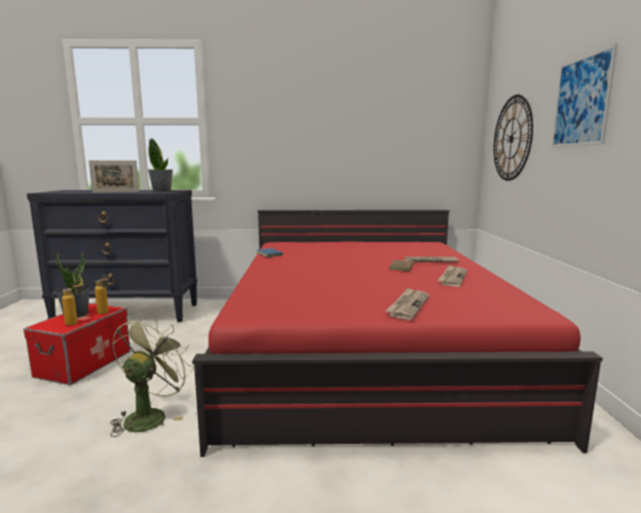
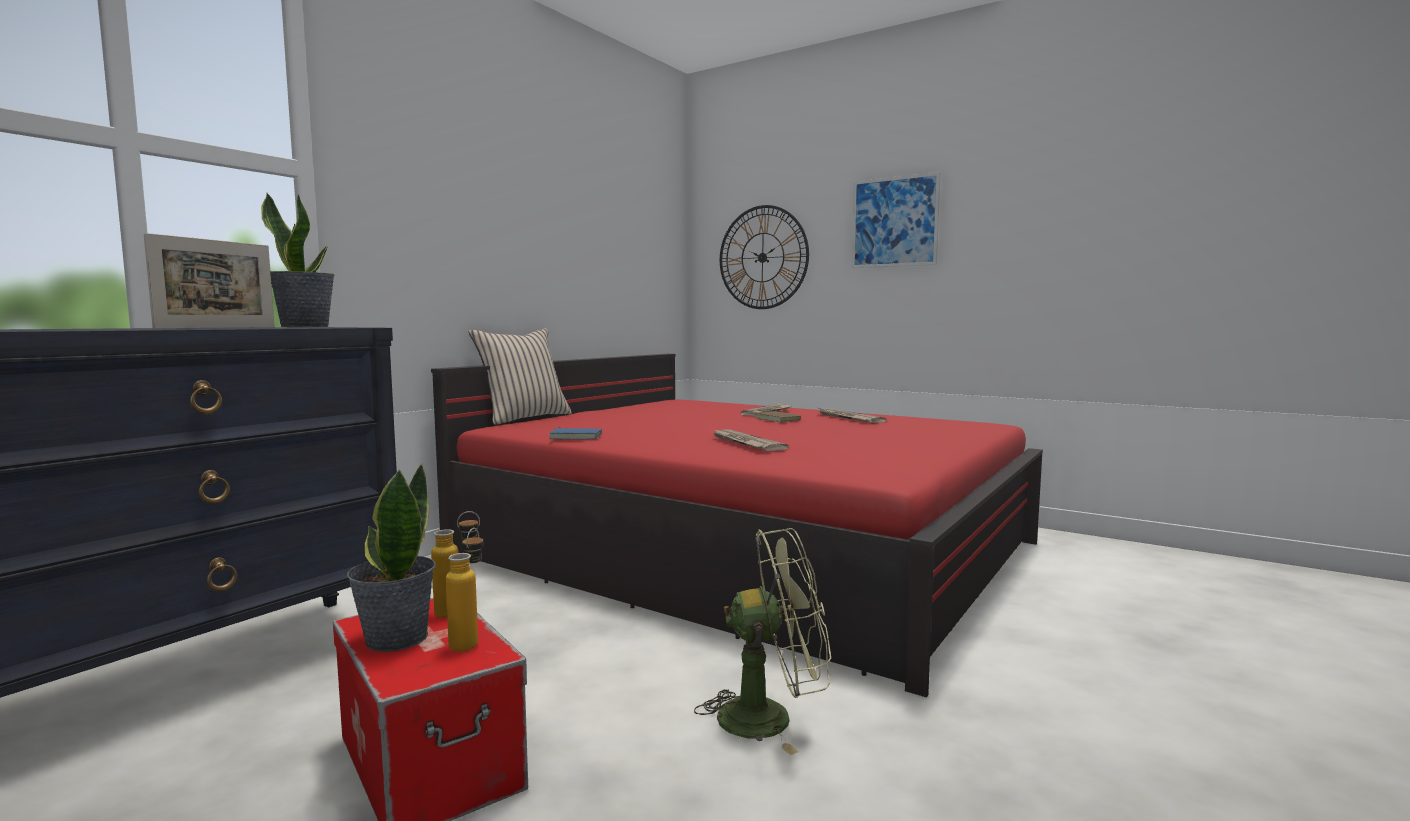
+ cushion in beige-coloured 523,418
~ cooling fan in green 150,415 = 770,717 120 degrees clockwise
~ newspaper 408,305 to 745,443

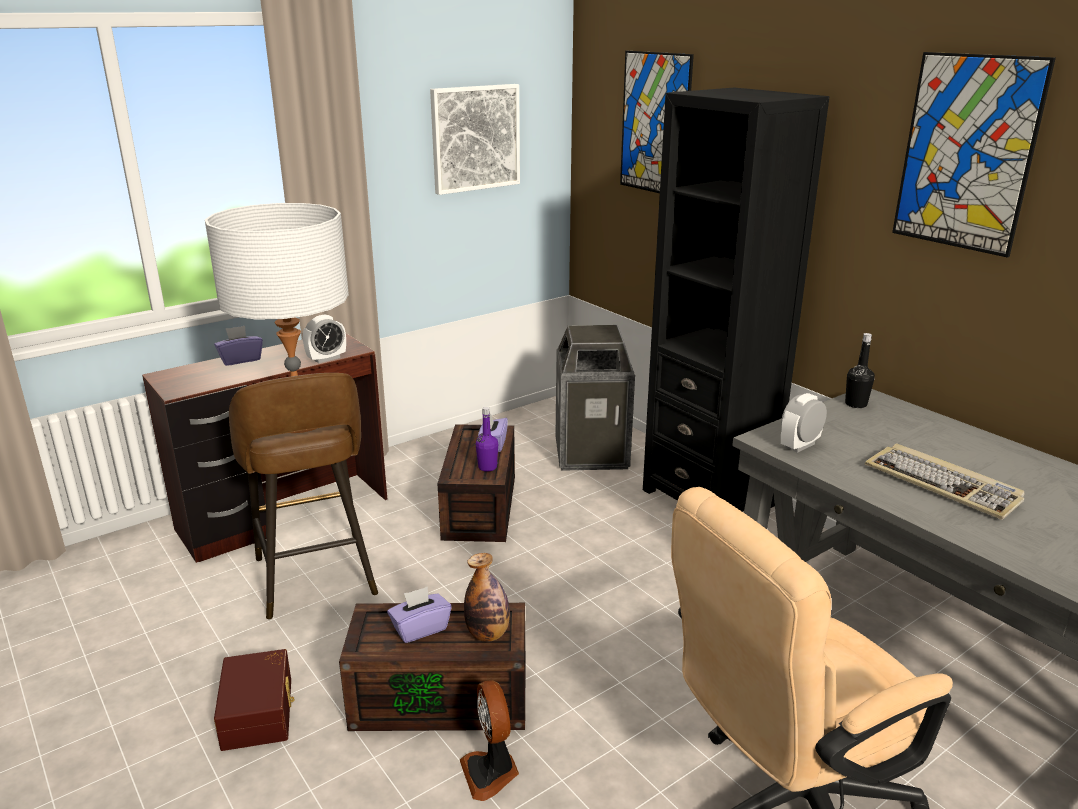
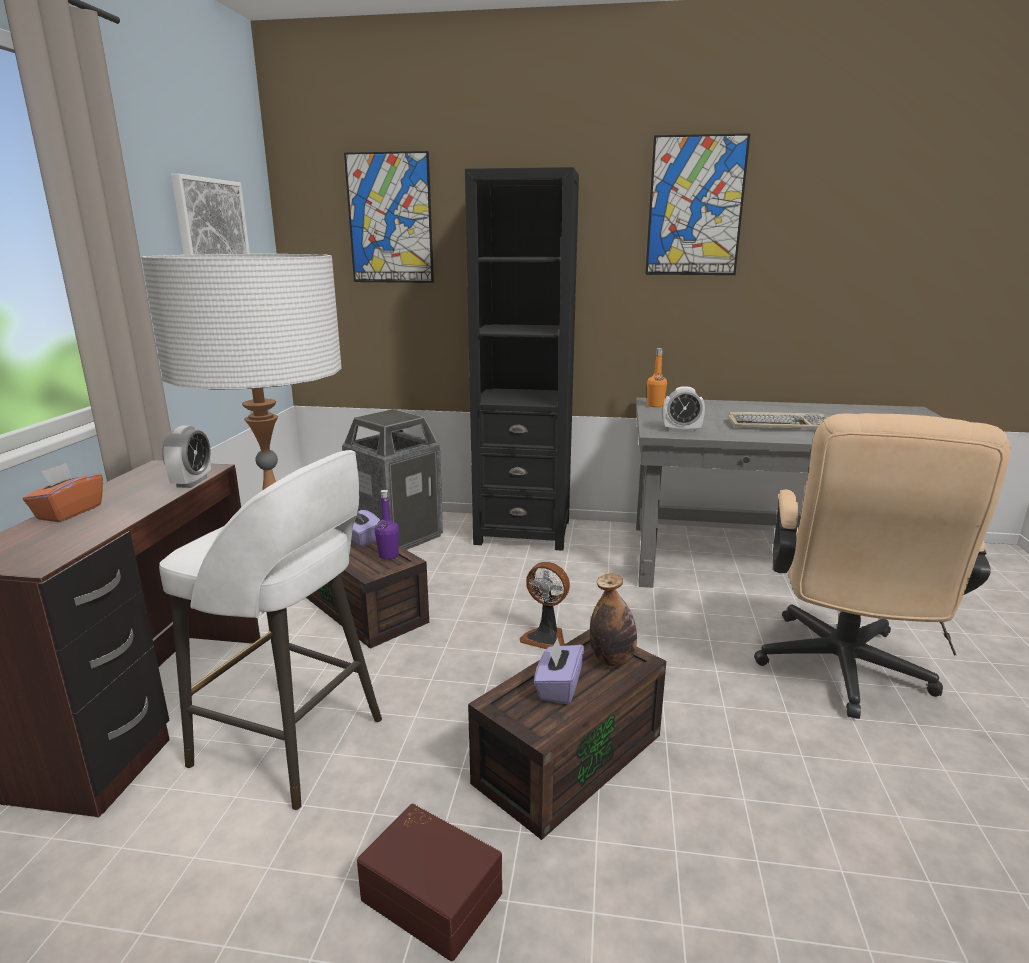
~ box of tissues in purplish 240,359 to box of tissues in orange 69,512
~ stool seat in brown-coloured 315,579 to stool seat in white-coloured 293,744
~ cooling fan 491,772 to 546,637
~ drink bottle in black 856,404 to drink bottle in orange 655,405
~ bedside clock 800,446 = 681,430 90 degrees counterclockwise

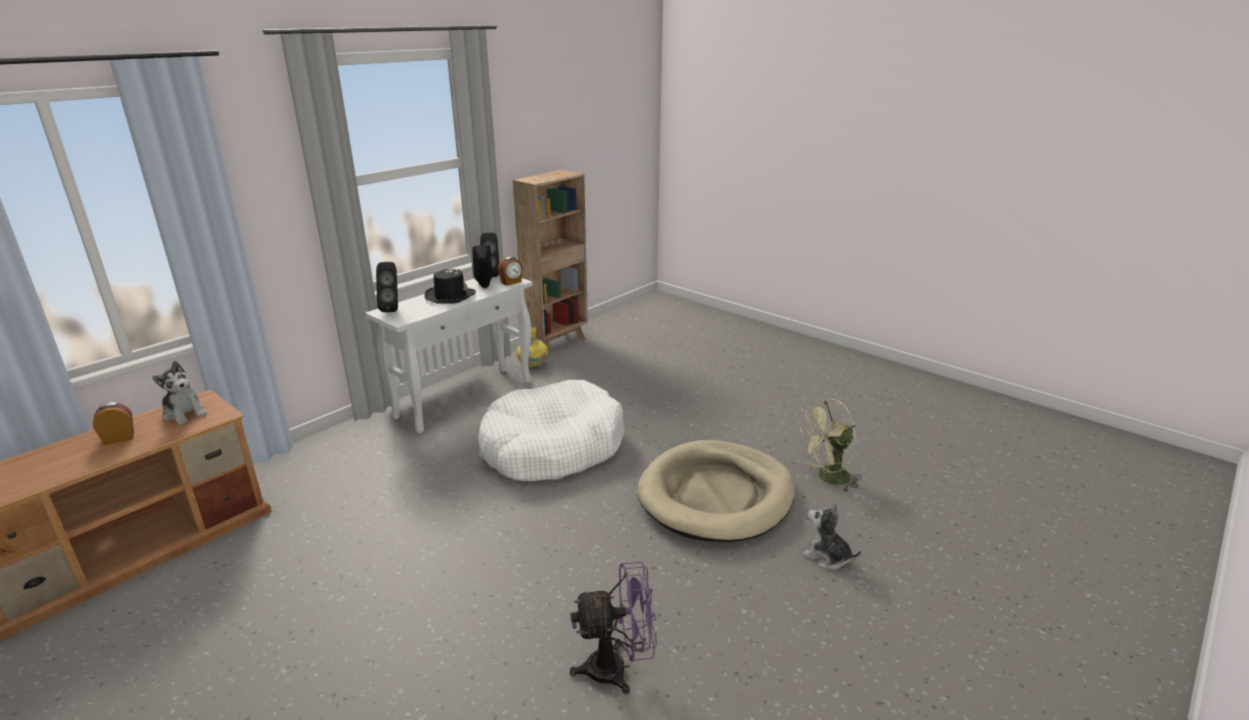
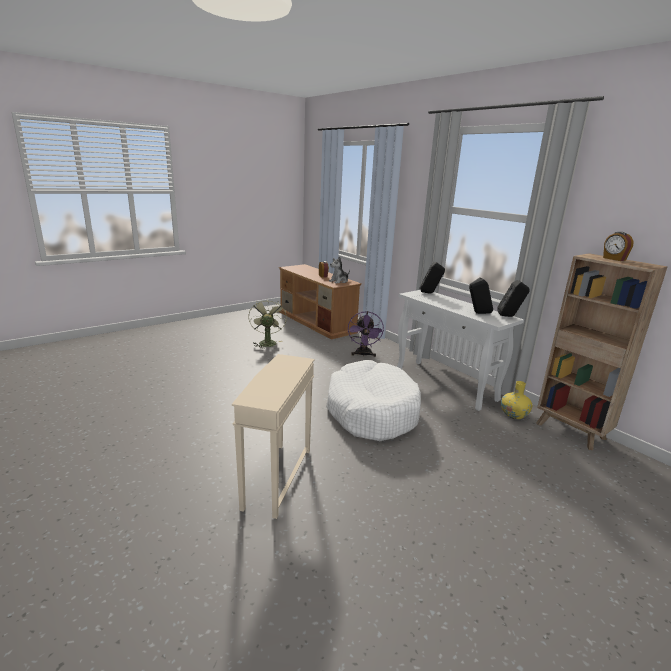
~ dog cushion in beige-coloured 716,495 to end table in beige-coloured 277,478
~ cooling fan in green 827,478 to 267,342
~ cooling fan in purplish 617,668 to 363,355
~ bedside clock 511,282 to 614,259
- clothing hat in black 450,296
- soft toy 827,557

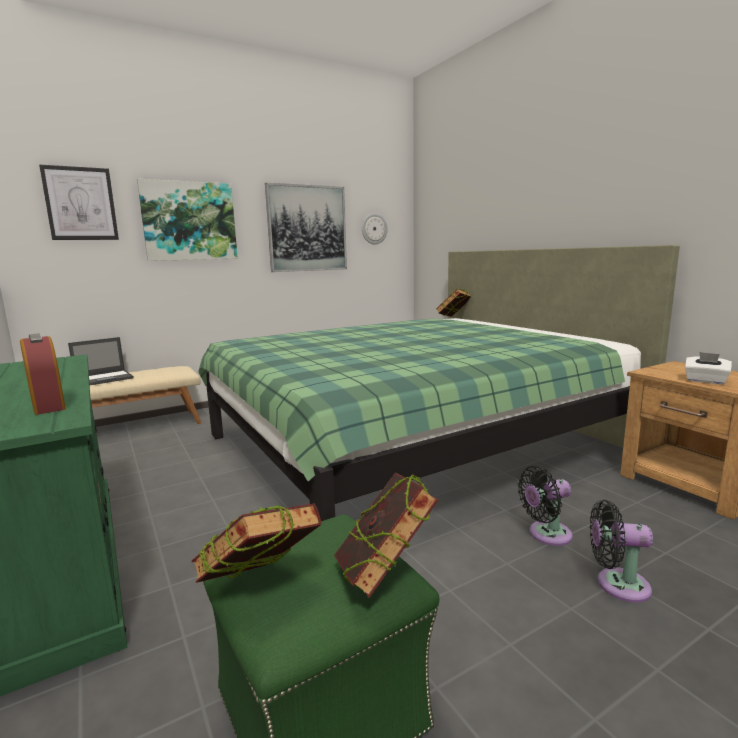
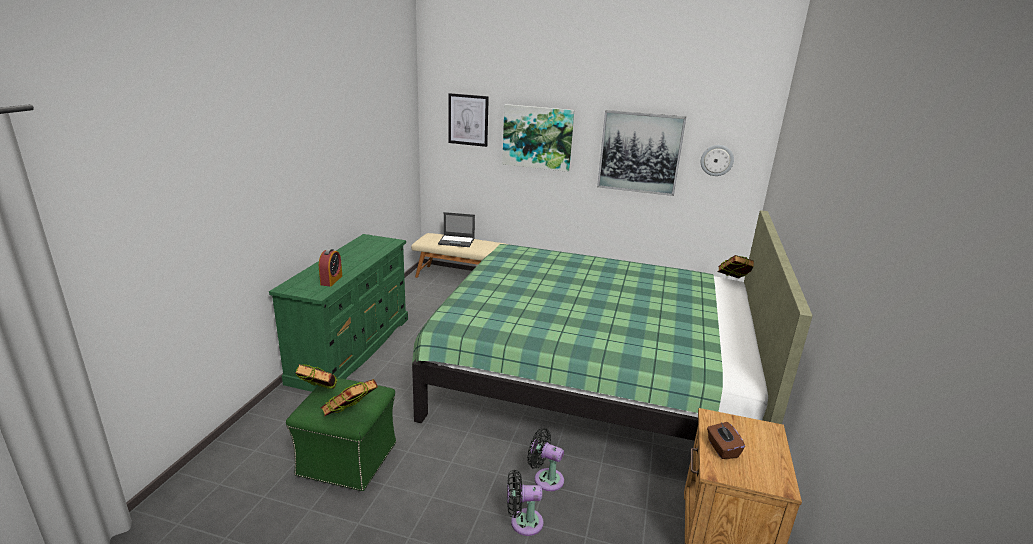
~ cooling fan in black 617,584 = 523,522 60 degrees counterclockwise
~ box of tissues in white-coloured 705,381 to box of tissues in brown-coloured 722,449

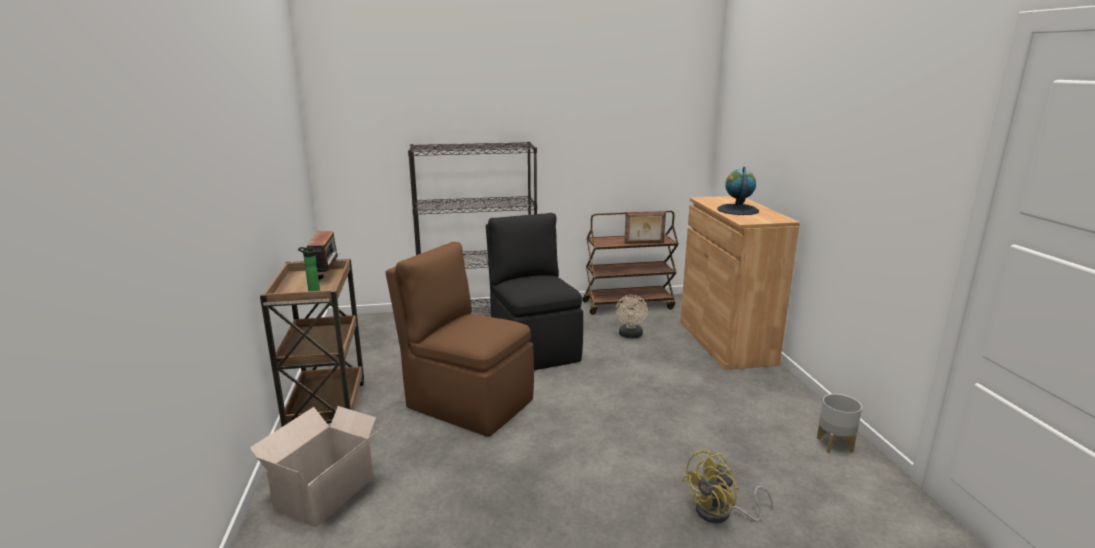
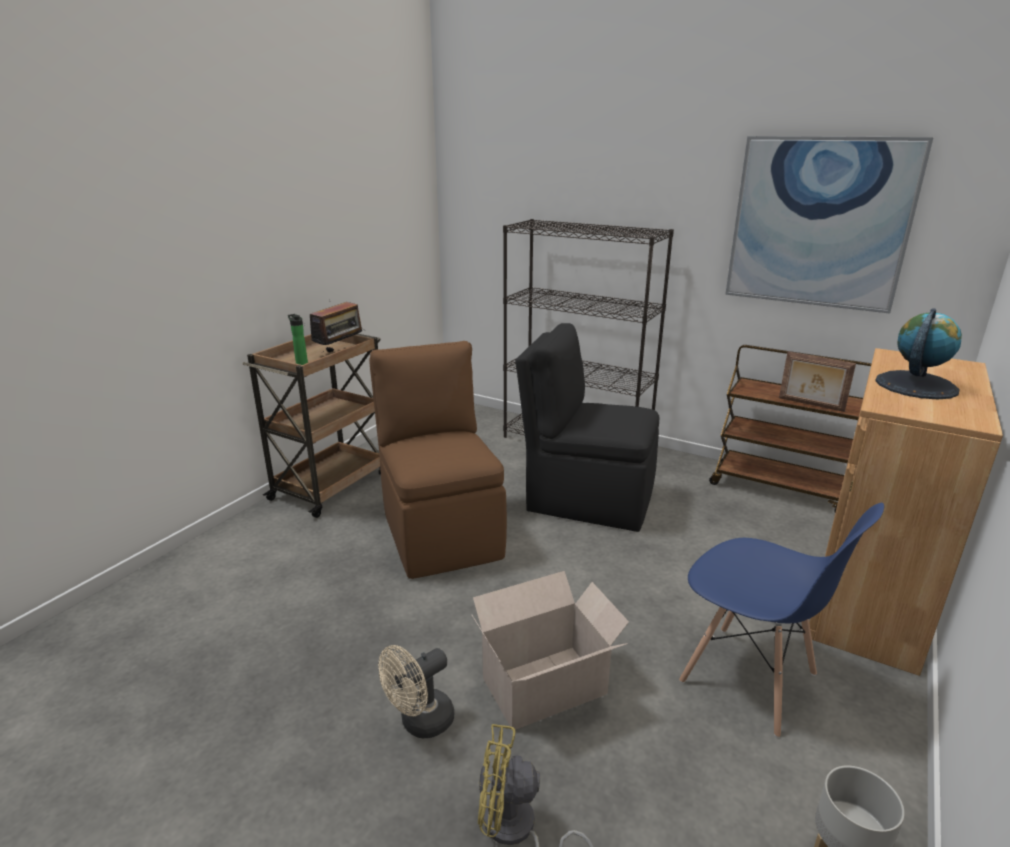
~ cooling fan in beige-coloured 630,336 to 420,723
~ packing box 328,492 to 548,685
~ chair in black 534,347 = 587,499 90 degrees counterclockwise
+ chair in bluish 749,679
+ wall art 819,223

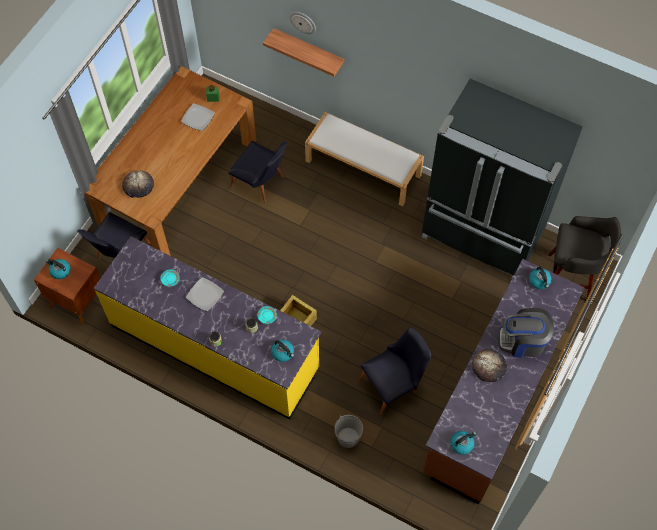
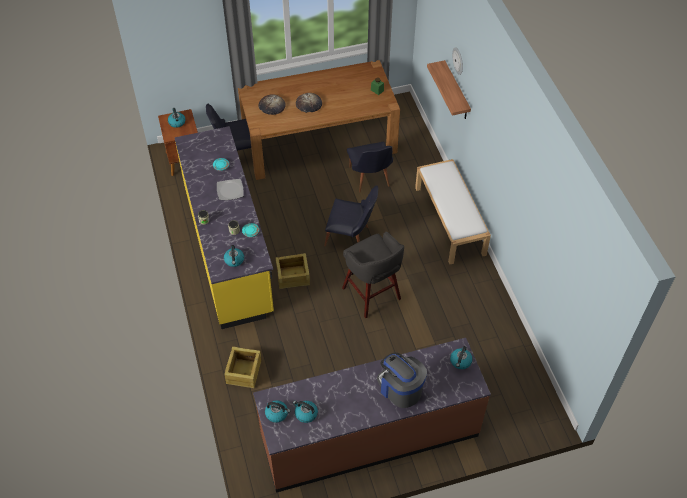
~ pail in greyish 348,437 to crate 243,372
+ kettle 305,414
~ baked bread 489,366 to 309,104
~ chair in black 393,385 to 351,237
~ stool seat in greyish 570,278 to 372,295
- plate 198,118
- kitchen fridge in black 482,235

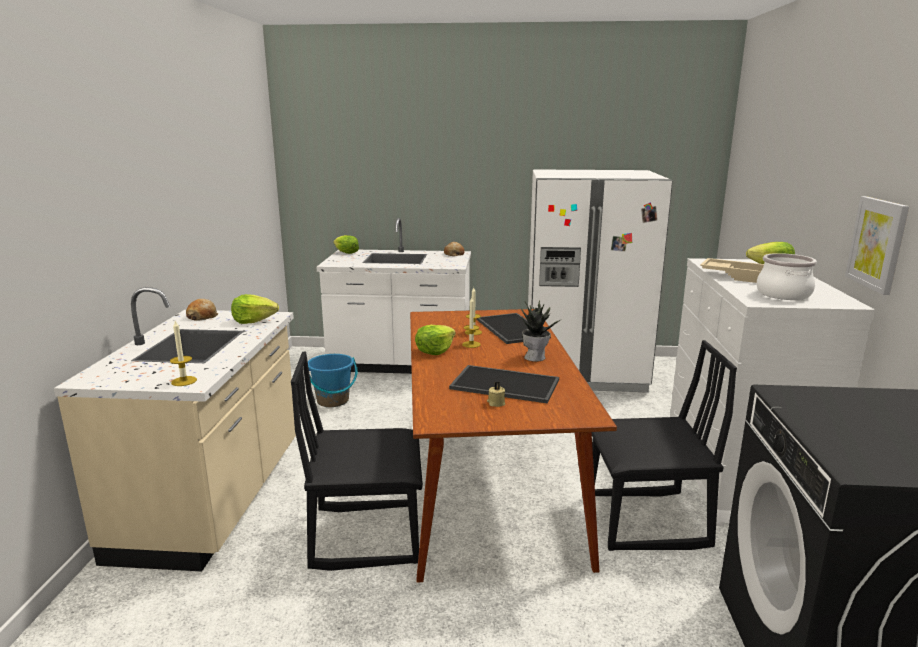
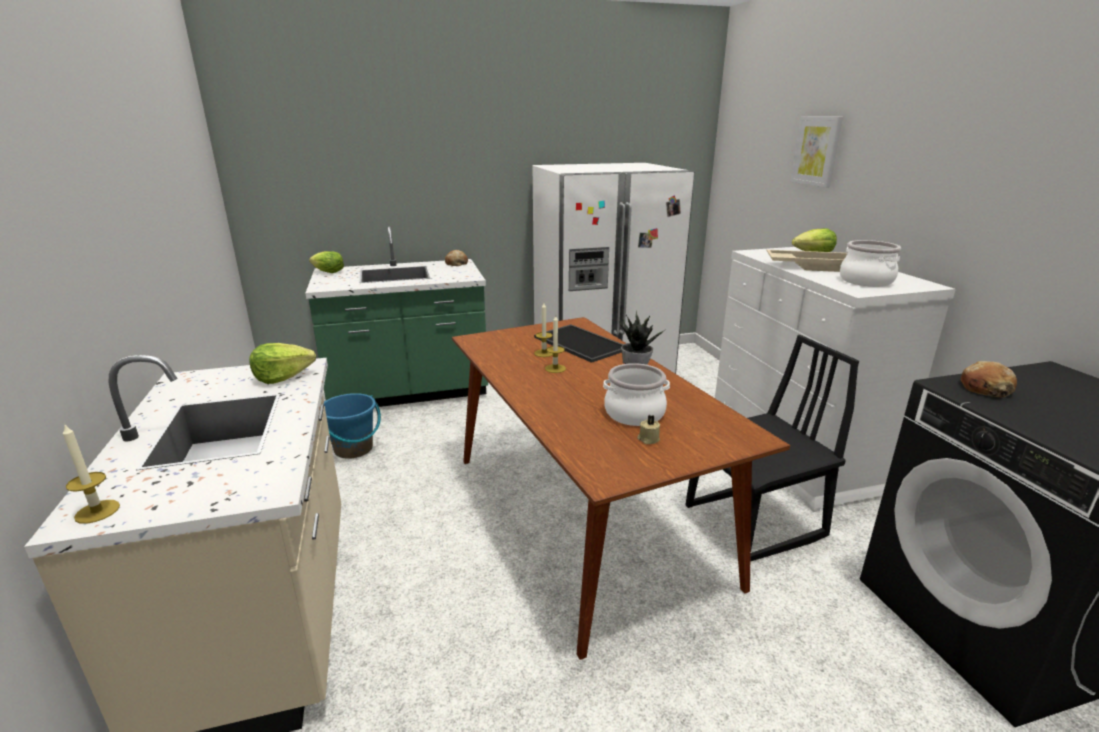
~ wax light 184,381 to 97,511
~ kitchen base unit in white-coloured 401,364 to kitchen base unit in green 409,391
~ serving tray 503,385 to saucepot 634,414
~ wall art 877,244 to 816,151
~ baked bread 202,316 to 985,388
- chair in black 366,534
- lettuce 435,350

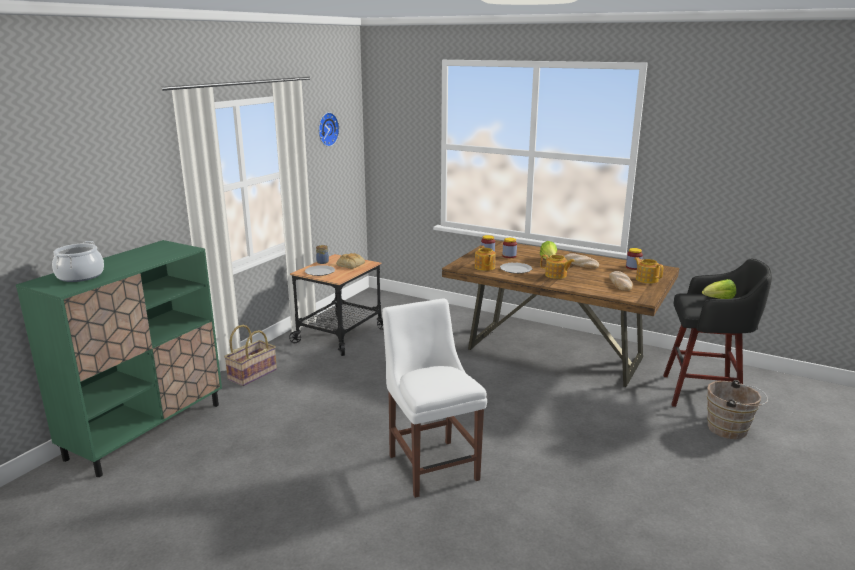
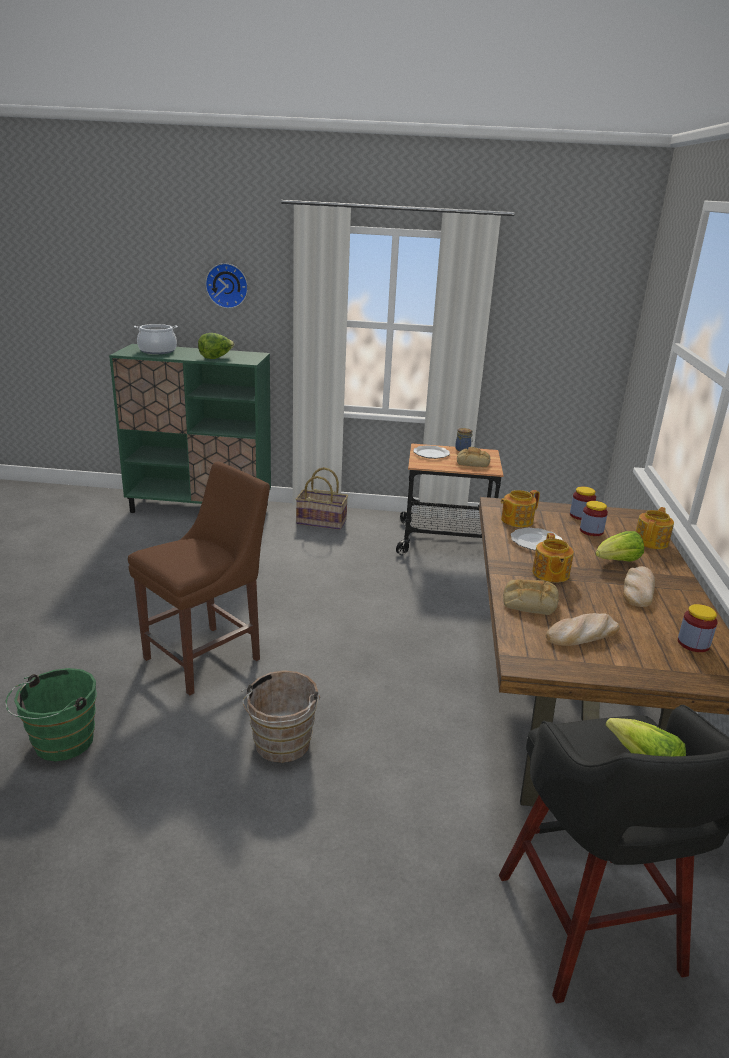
+ pail in green 59,744
~ chair in white-coloured 432,464 to chair in brown-coloured 207,657
+ lettuce 216,358
~ wall clock 326,129 to 227,285
~ pail in brown-coloured 730,430 to 280,746
+ baked bread 529,602
~ pot for tea 646,279 to 651,541

